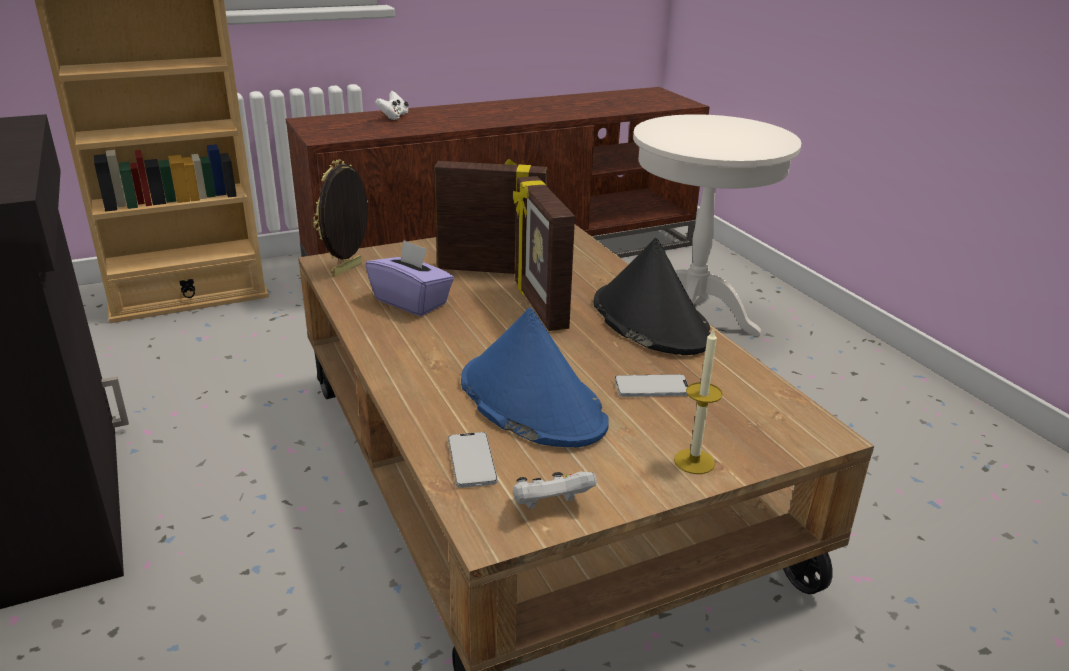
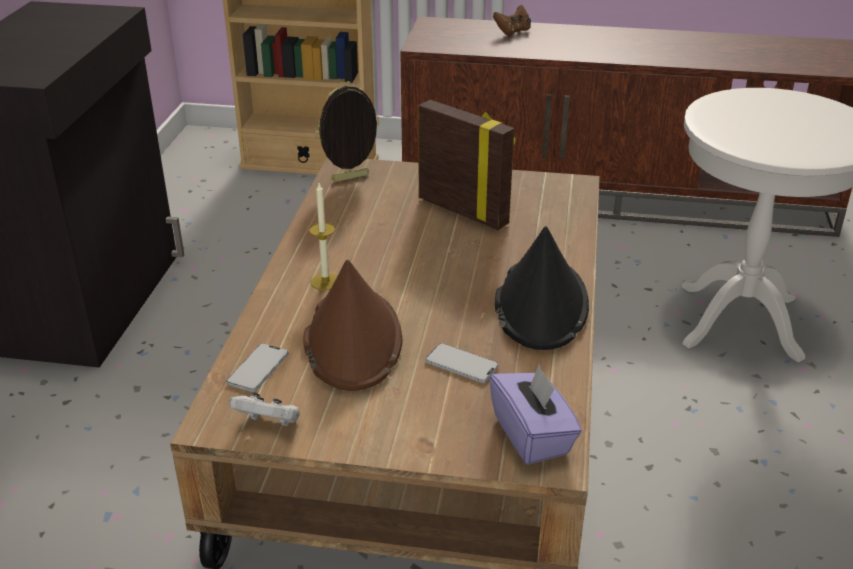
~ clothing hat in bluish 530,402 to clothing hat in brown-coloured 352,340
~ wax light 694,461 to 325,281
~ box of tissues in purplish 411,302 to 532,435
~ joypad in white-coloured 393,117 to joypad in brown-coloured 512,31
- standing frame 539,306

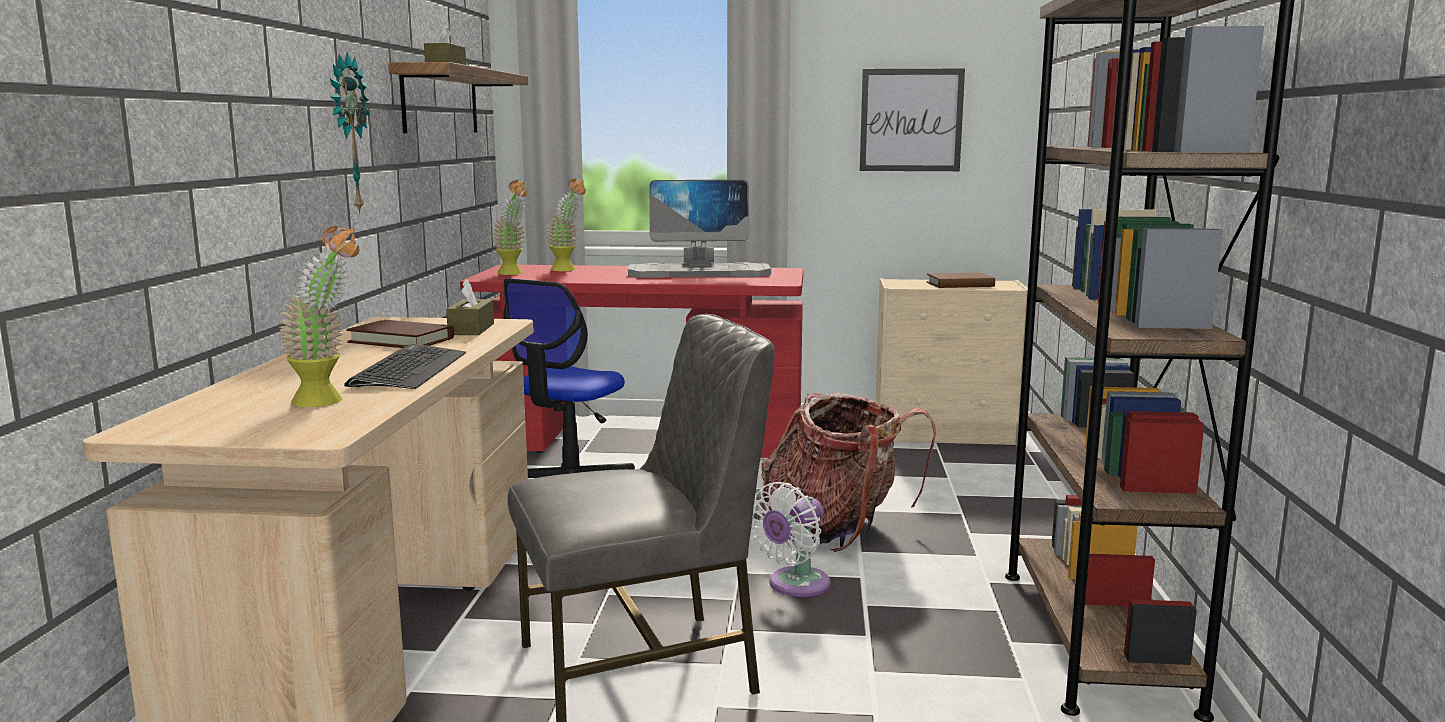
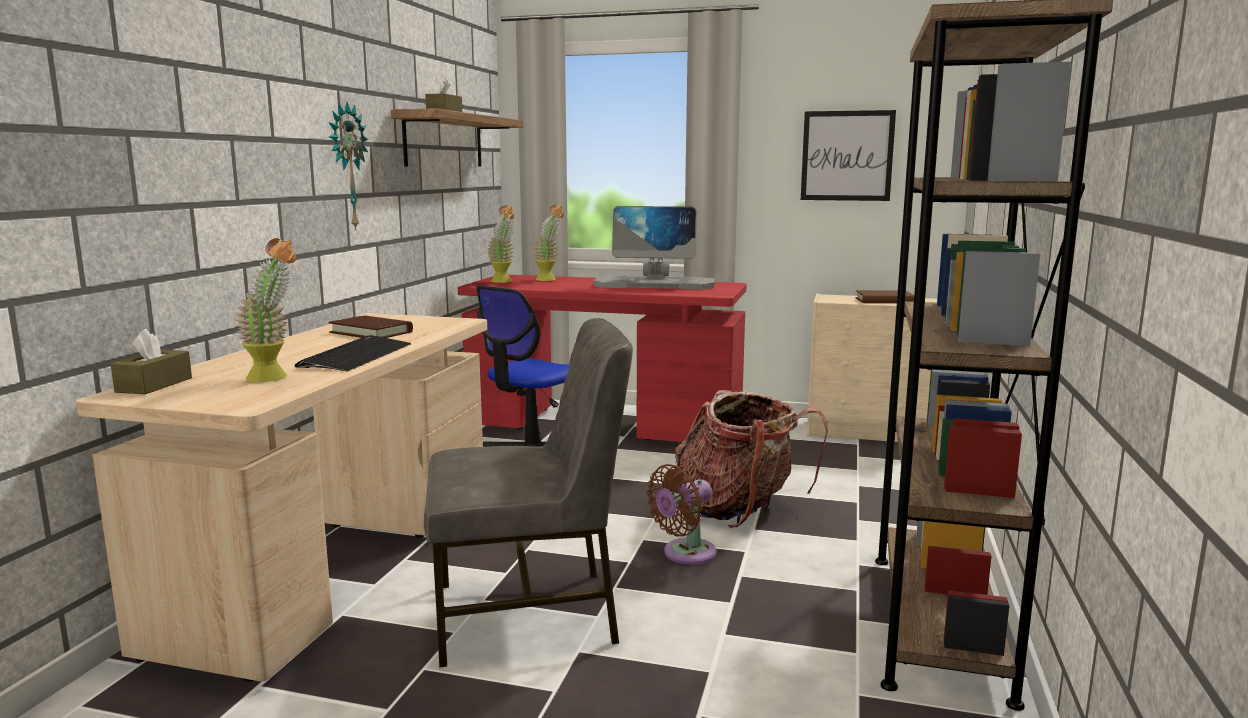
~ box of tissues in brown-coloured 471,329 to 154,385
~ cooling fan in white-coloured 794,585 to cooling fan in brown-coloured 685,554

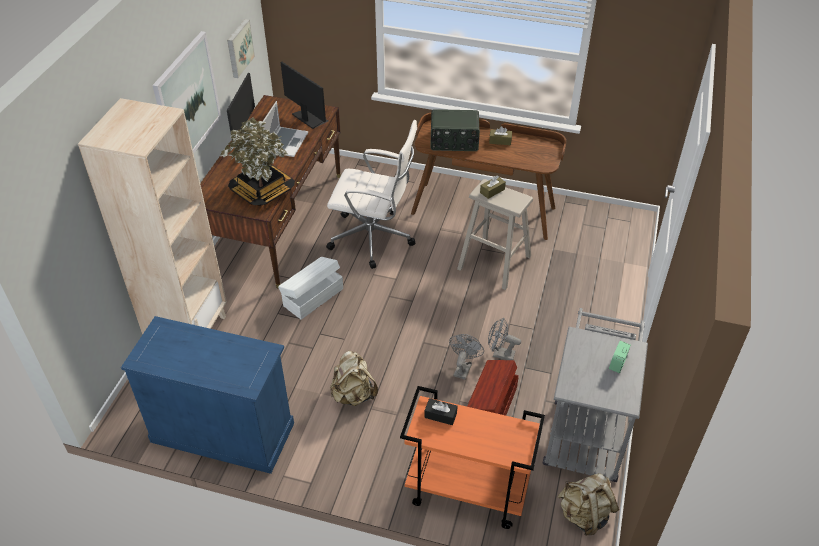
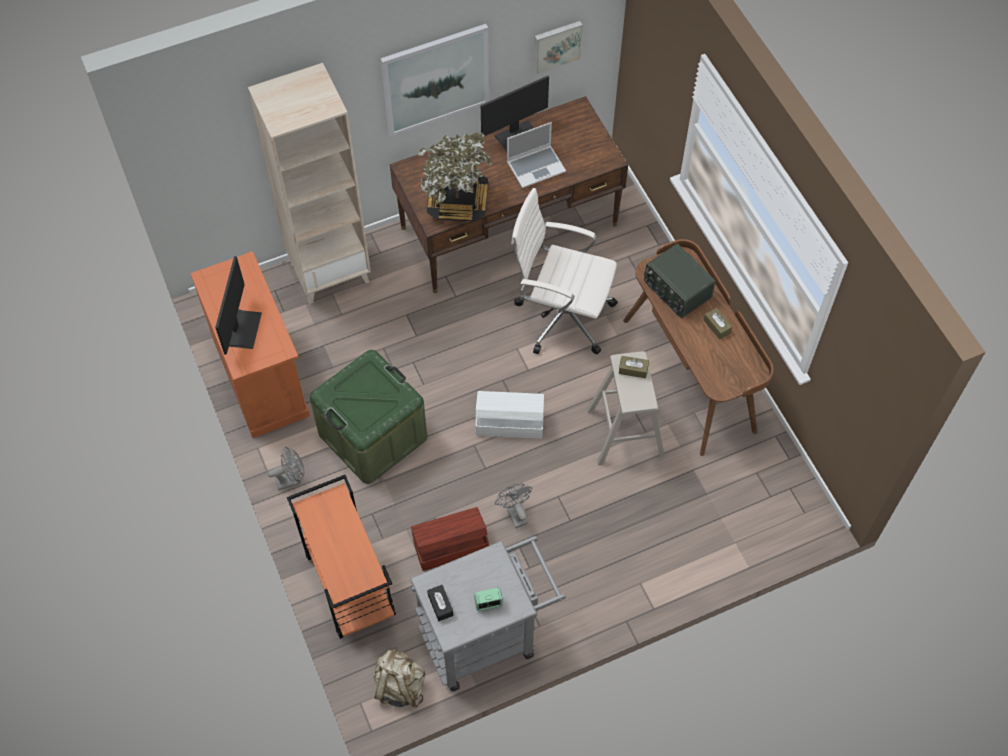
~ cabinet in bluish 223,432 to cabinet in orange 261,376
~ computer screen 309,118 to 243,328
~ cooling fan in greyish 463,367 to 291,480
~ rucksack in beige-coloured 353,394 to storage container in green 372,435
~ box of tissues in black 440,415 to 440,605
~ storage container in white-coloured 312,297 to 509,422
~ computer chair in white-coloured 374,238 = 561,315 135 degrees clockwise

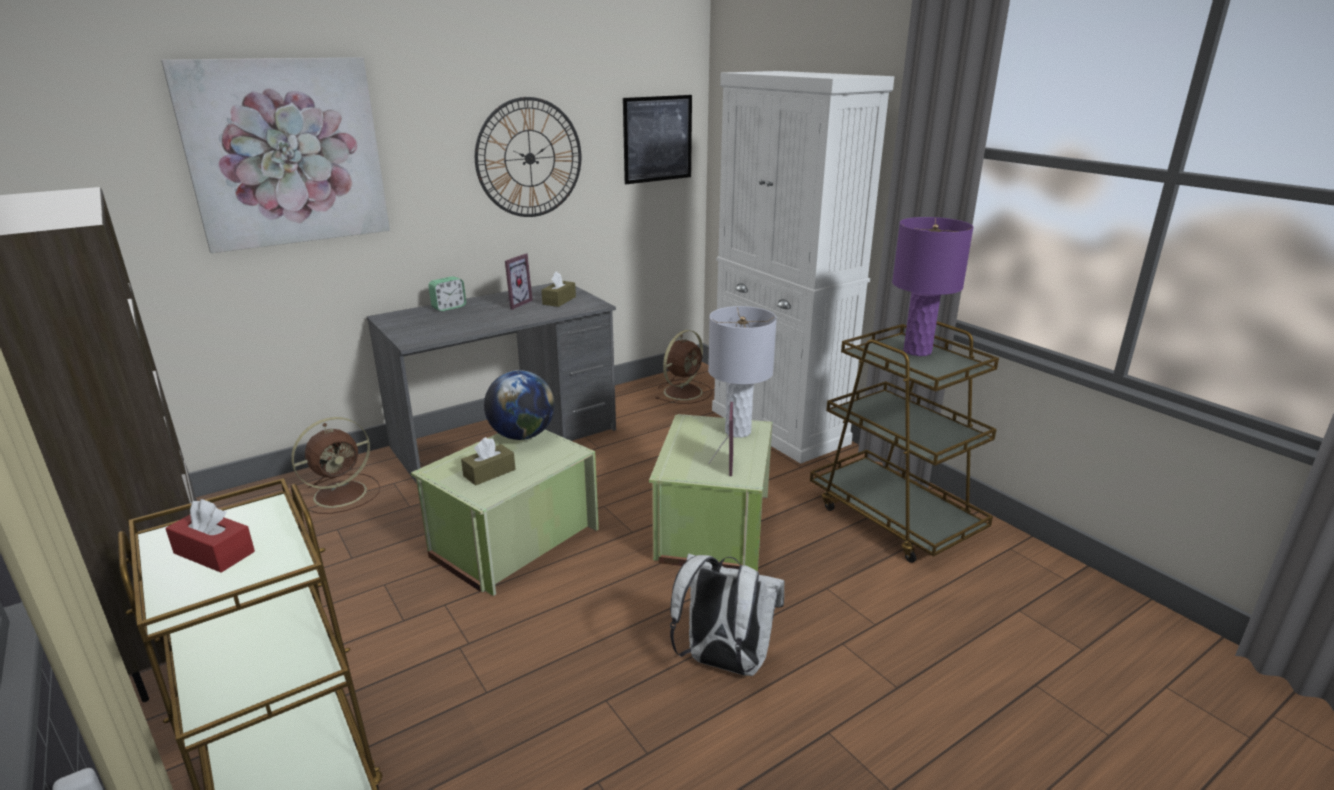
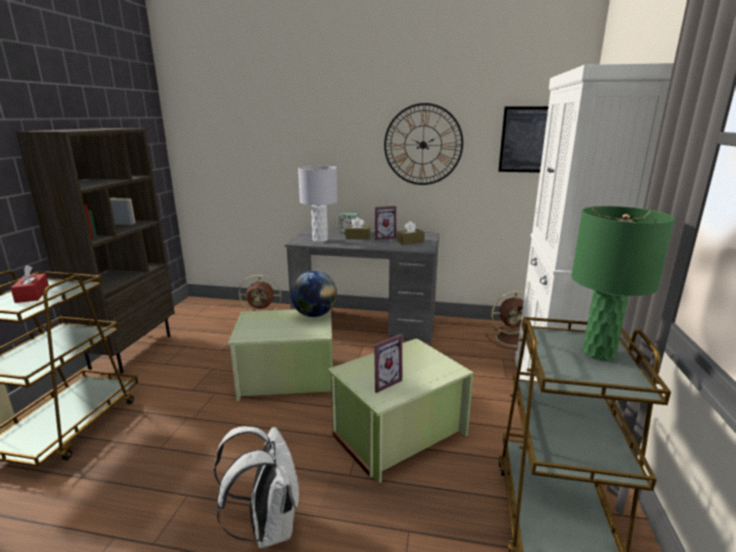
~ tabletop lamp in greyish 737,431 to 320,239
~ box of tissues in brown-coloured 489,473 to 357,237
~ tabletop lamp in purplish 917,351 to tabletop lamp in green 599,352
- wall art 286,153

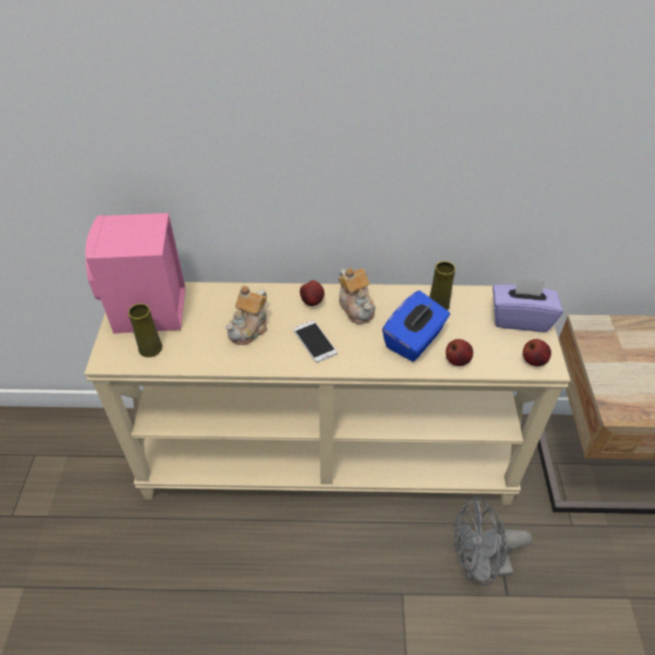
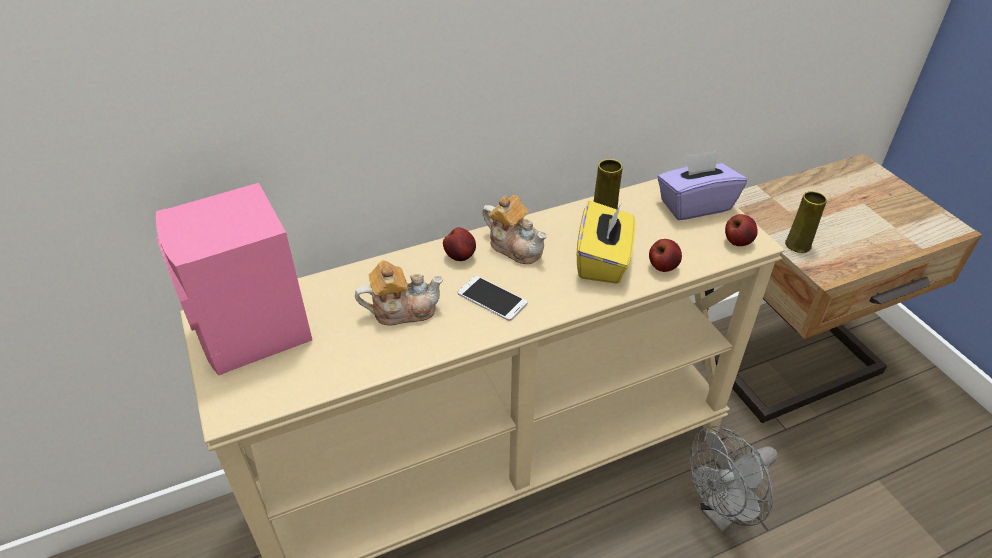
~ pot for tea 249,328 = 402,310 105 degrees counterclockwise
~ box of tissues in bluish 414,340 to box of tissues in yellow 603,261
~ vase in yellow 150,348 to 798,245

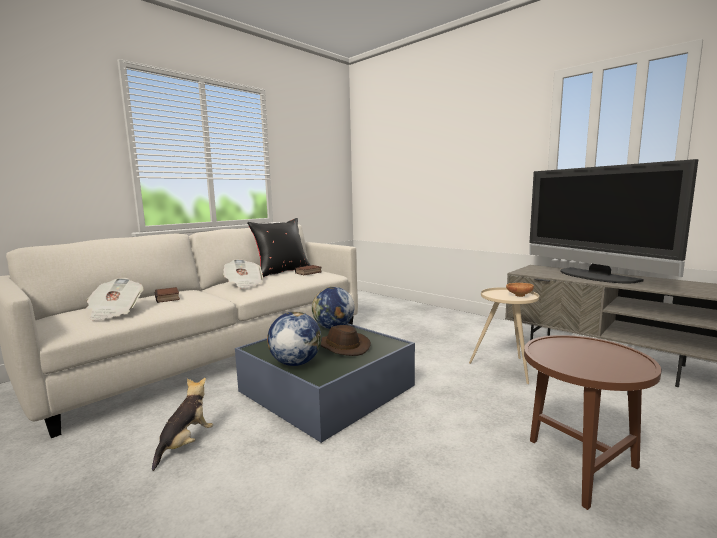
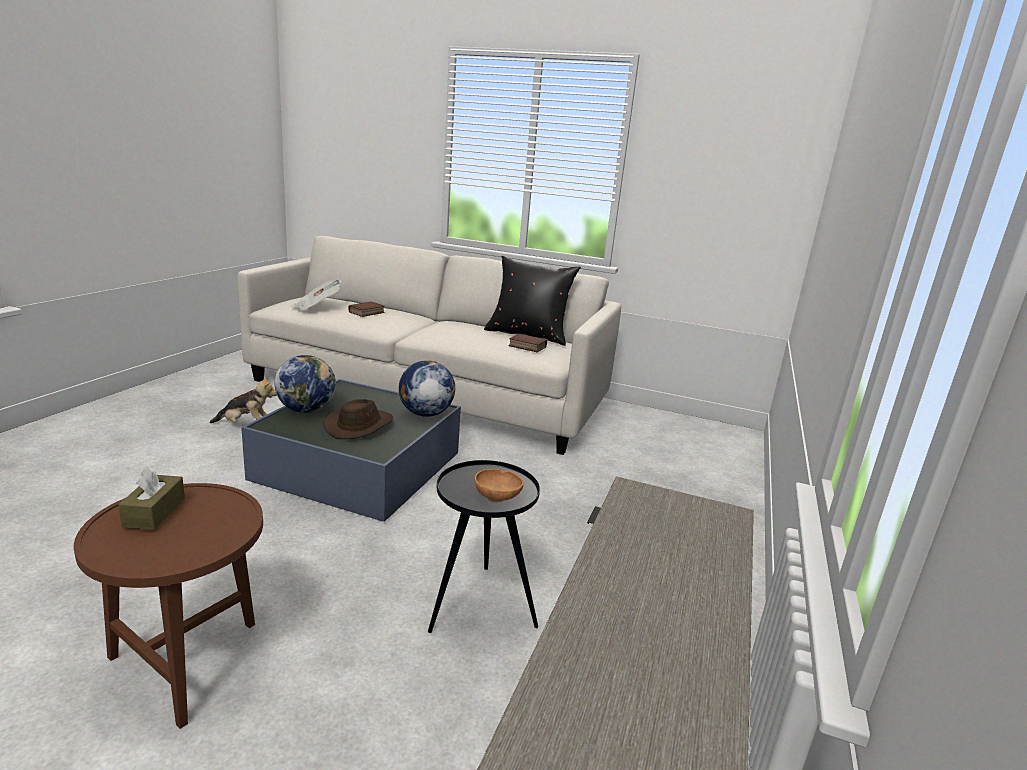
+ box of tissues in brown-coloured 154,512
~ end table in beige-coloured 505,369 to end table in black 478,607
- newspaper 244,284
- television 594,276

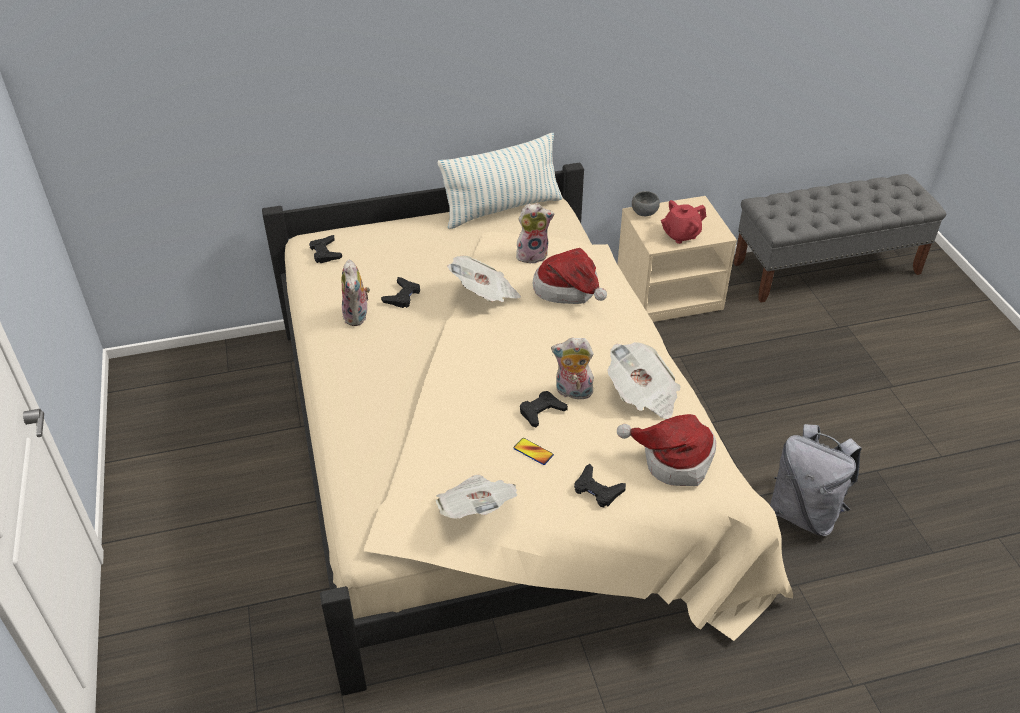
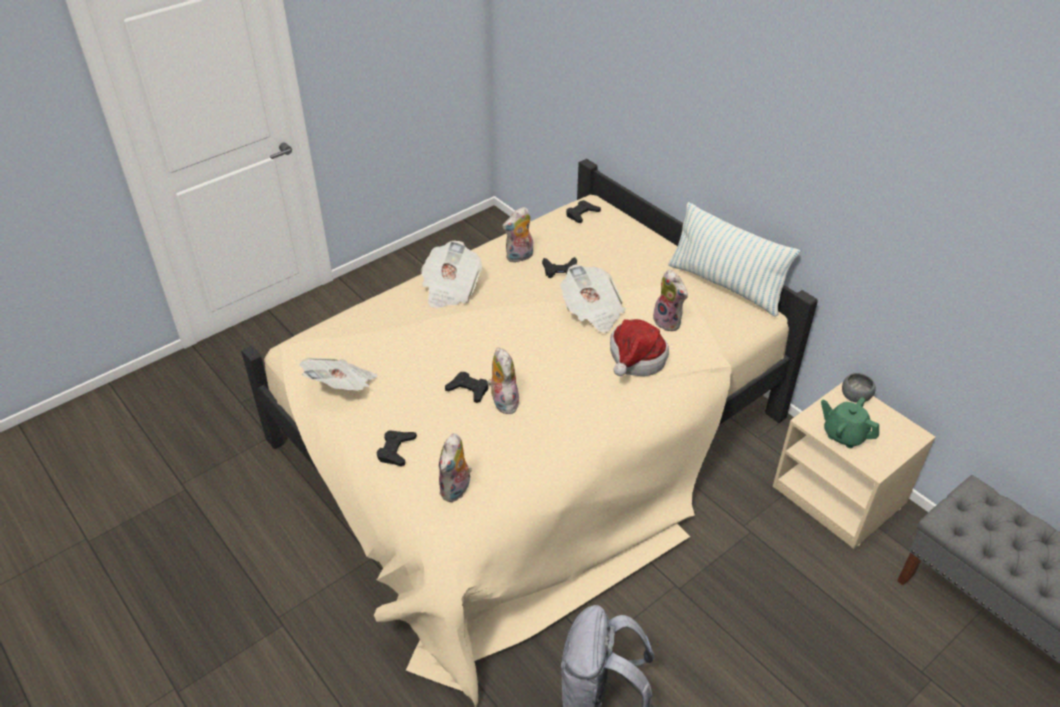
~ newspaper 643,395 to 450,289
~ clothing hat 673,460 to soft toy 456,490
~ pot for tea in red-coloured 680,235 to pot for tea in green 844,435
- handset 533,452

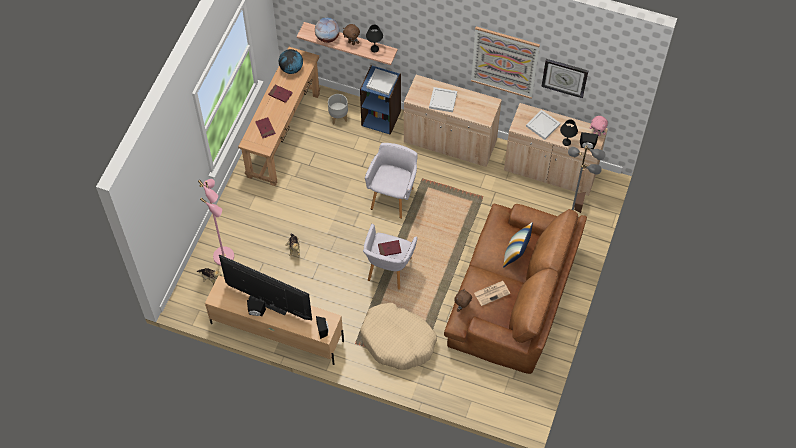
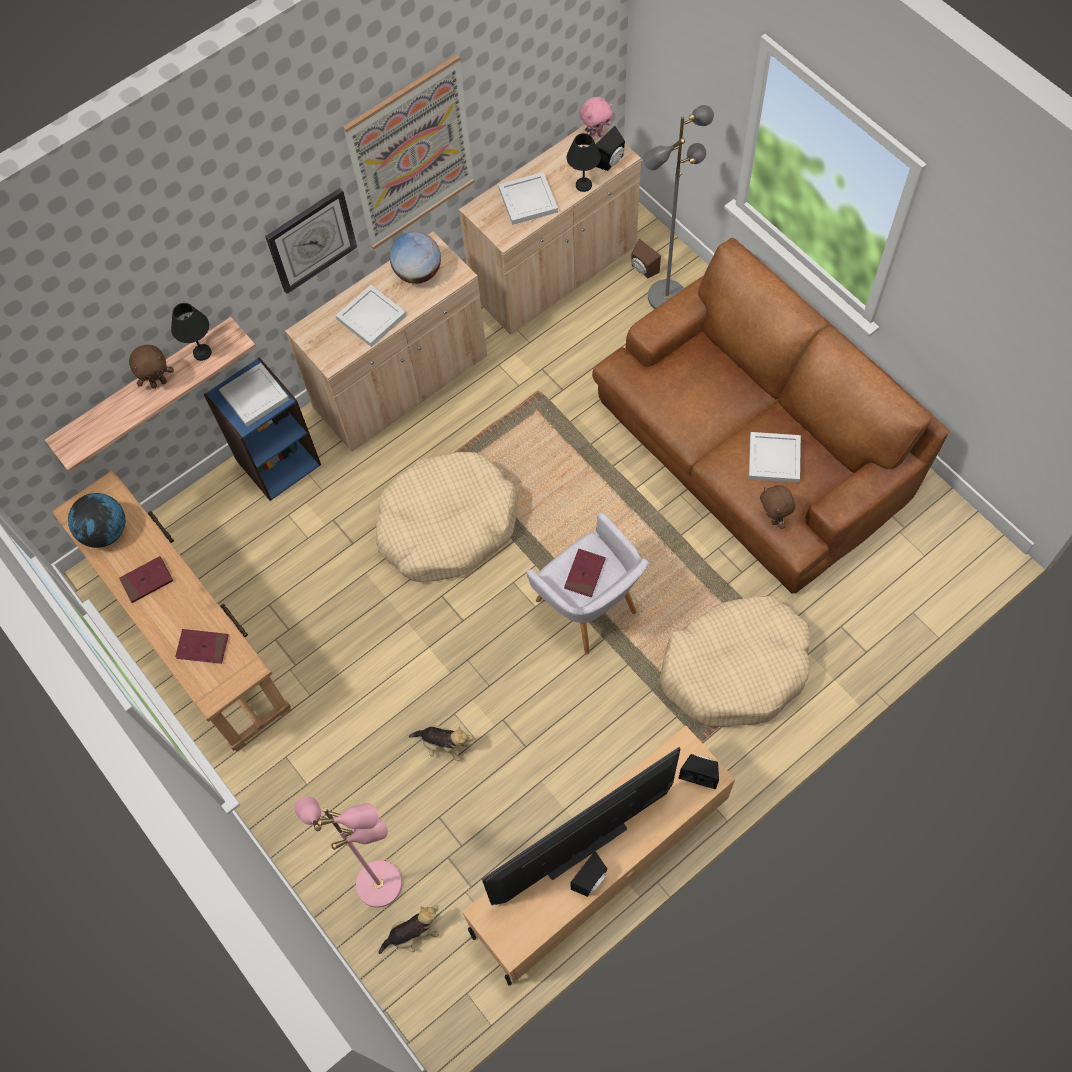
~ wall clock 564,77 to 311,240
~ easy chair in greyish 393,196 to dog cushion in beige-coloured 447,525
~ desk globe 327,38 to 418,272
~ newspaper 492,293 to serving tray in white-coloured 773,458
- planter in greyish 338,117
- cushion 516,254

